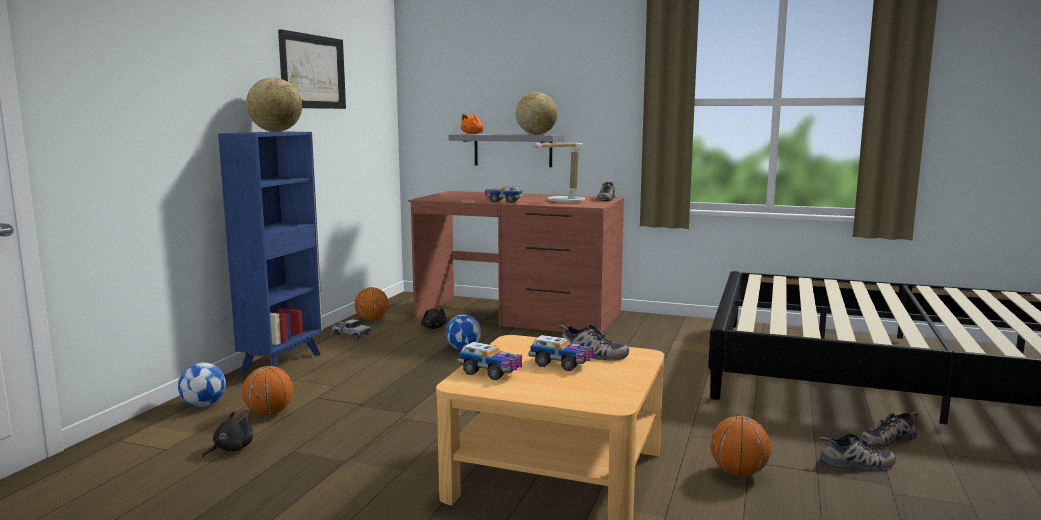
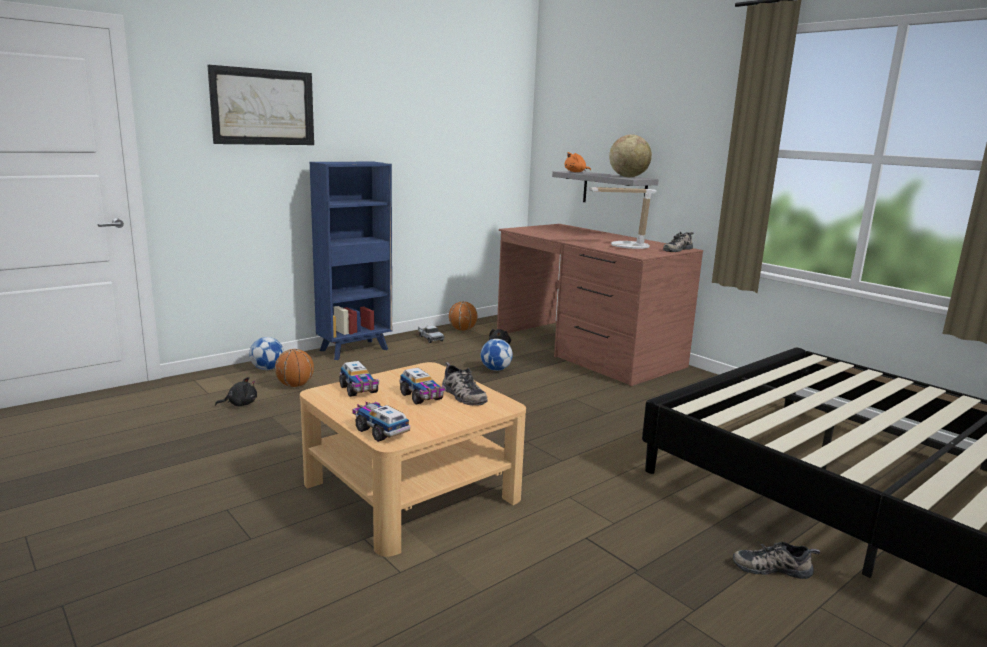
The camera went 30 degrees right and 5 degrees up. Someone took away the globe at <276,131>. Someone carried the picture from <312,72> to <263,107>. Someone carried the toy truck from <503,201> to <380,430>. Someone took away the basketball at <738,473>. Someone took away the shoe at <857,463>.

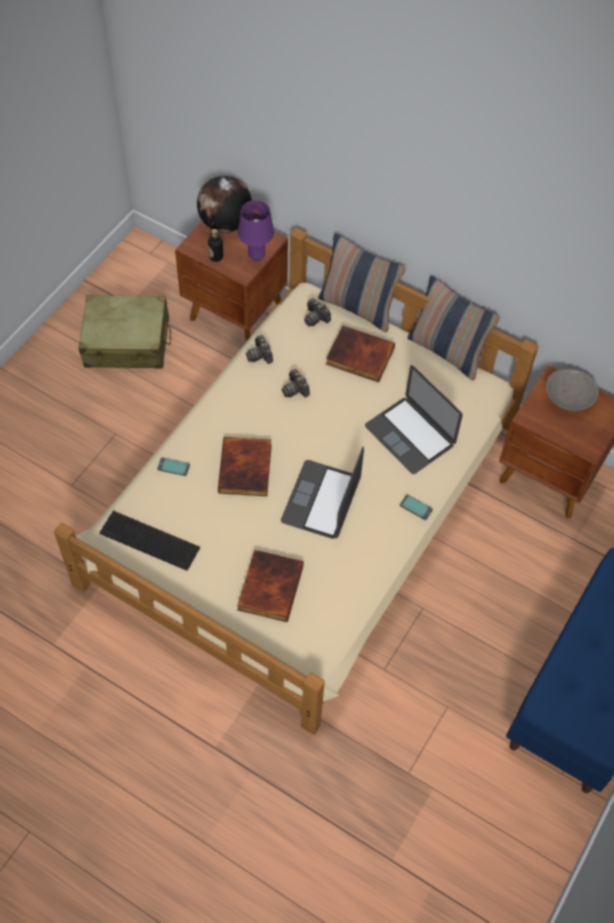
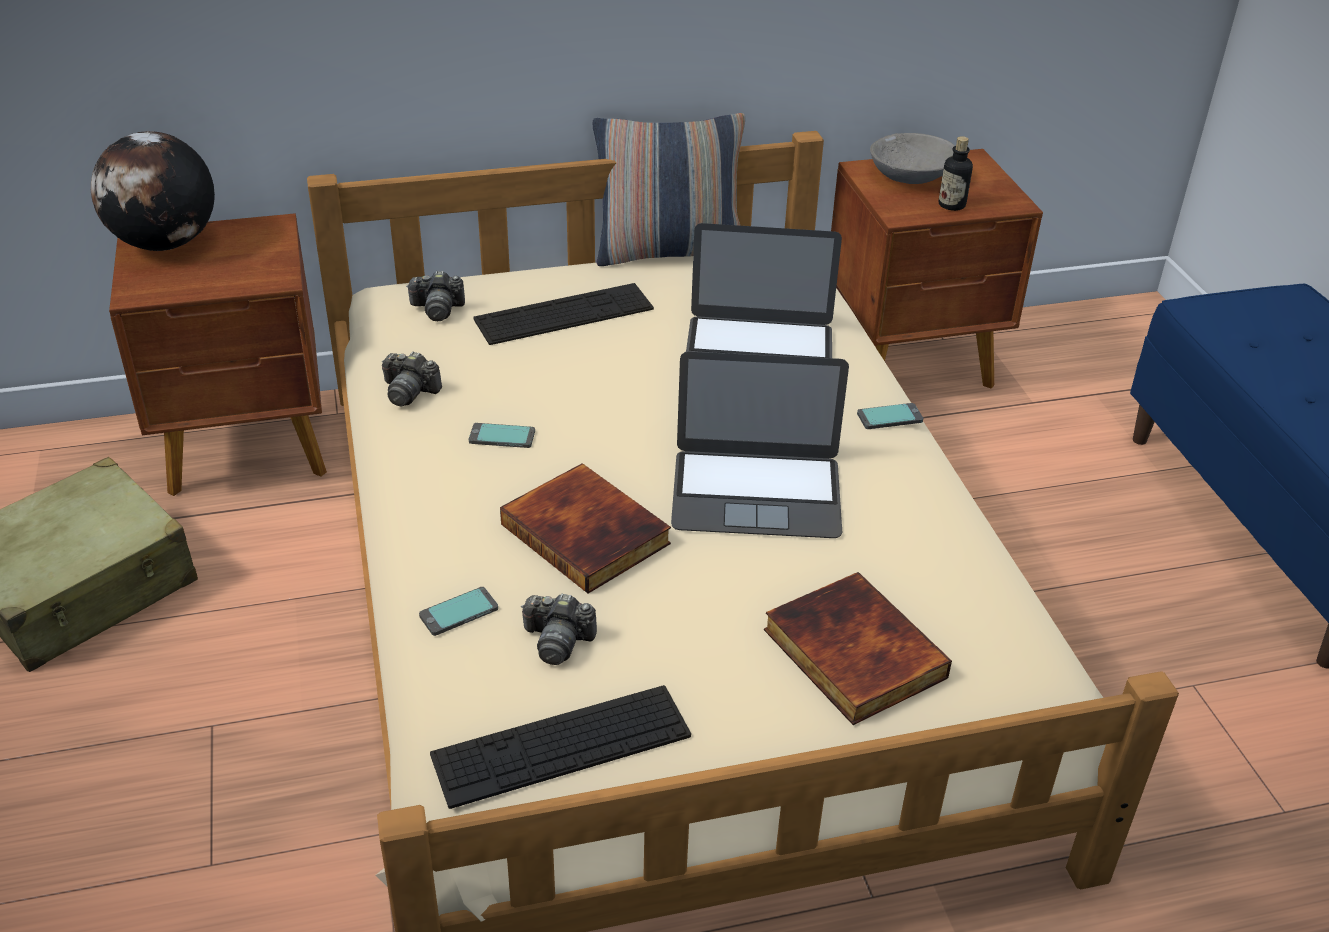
The camera went 45 degrees left and 20 degrees down. Someone carried the bottle from <216,256> to <951,205>. Someone took away the purple table lamp at <257,255>. Someone rotated the laptop at <321,500> by 60 degrees counterclockwise. Someone carried the photo camera from <295,389> to <558,641>. Someone took away the pillow at <358,307>. Someone swapped the book at <359,357> for the keyboard at <564,314>. Someone put down the phone at <502,437>.

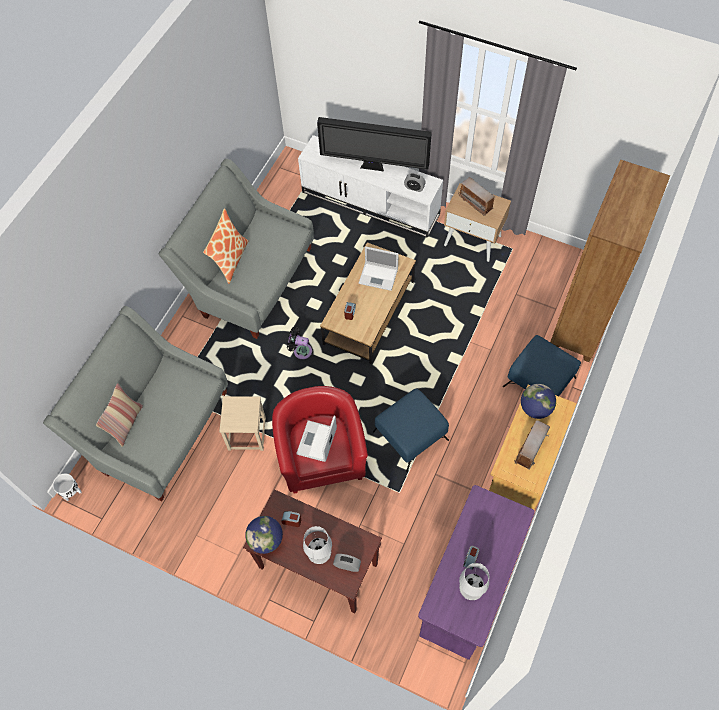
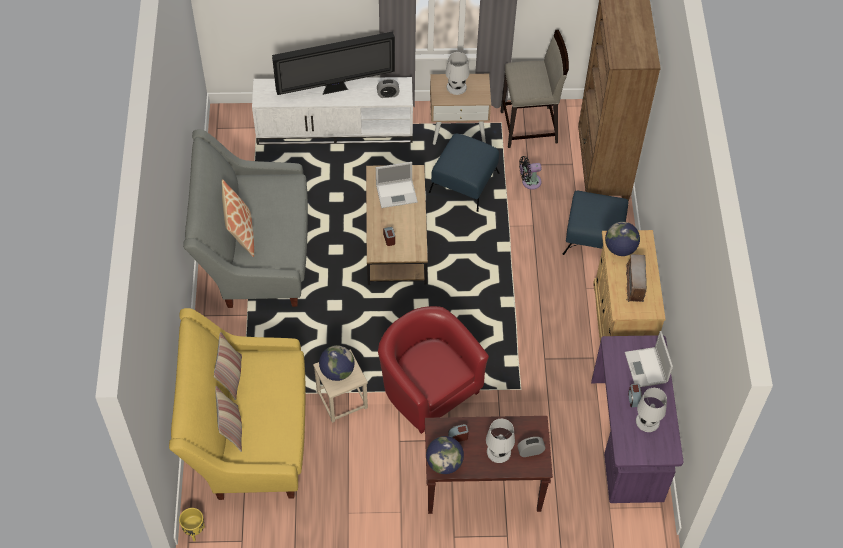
The camera went 30 degrees left and 5 degrees down. Someone repainted the grey sofa at <159,429>, which became the yellow sofa at <248,433>. Someone repainted the white planter at <72,492>, which became the yellow planter at <194,531>. Someone carried the black fan from <300,351> to <529,182>. Someone carried the laptop from <316,442> to <646,368>. Someone carried the blue ottoman from <410,436> to <463,183>. Someone swapped the radio at <476,202> for the white table lamp at <456,87>. Someone put down the pillow at <231,377>. Someone put down the globe at <337,371>. Someone put down the beige stool at <529,127>.

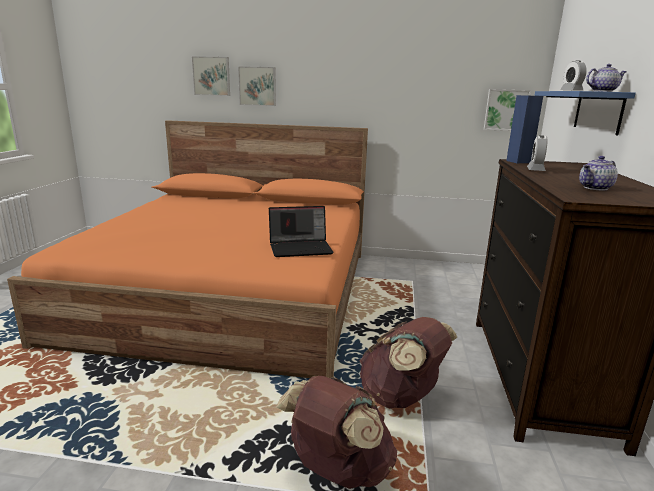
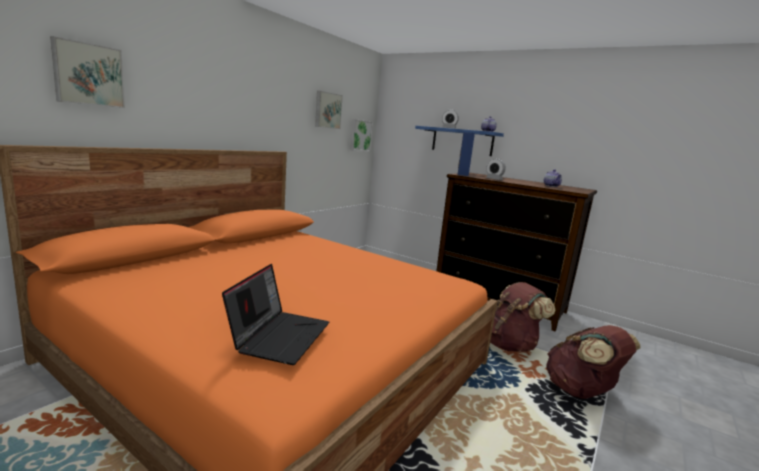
The camera went 65 degrees left and 5 degrees down. Someone carried the picture from <257,86> to <327,110>. Someone carried the laptop from <301,248> to <279,335>.

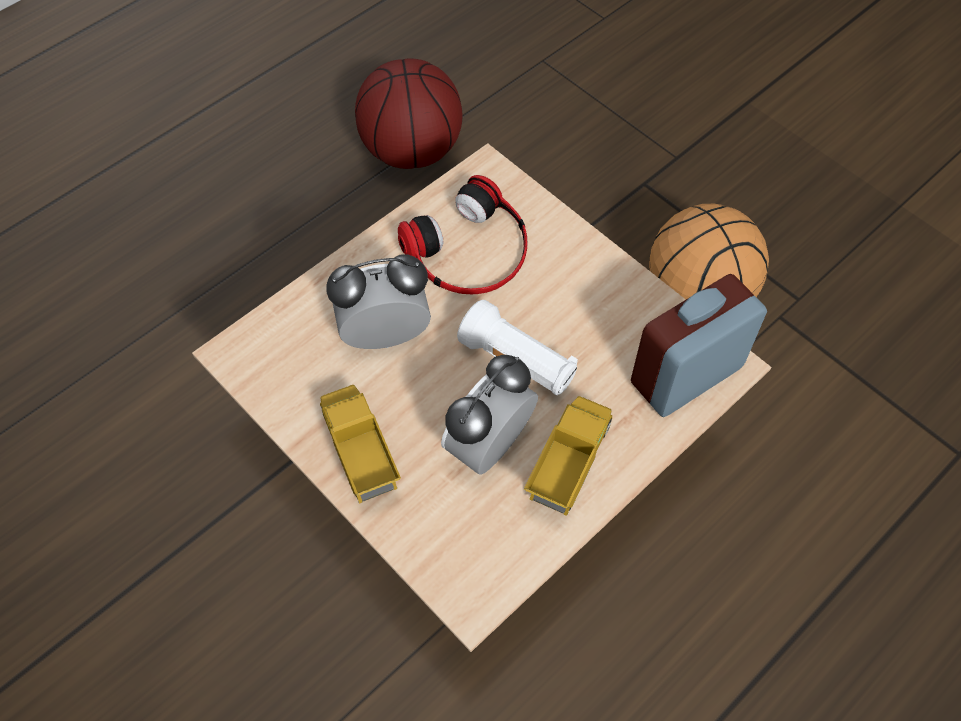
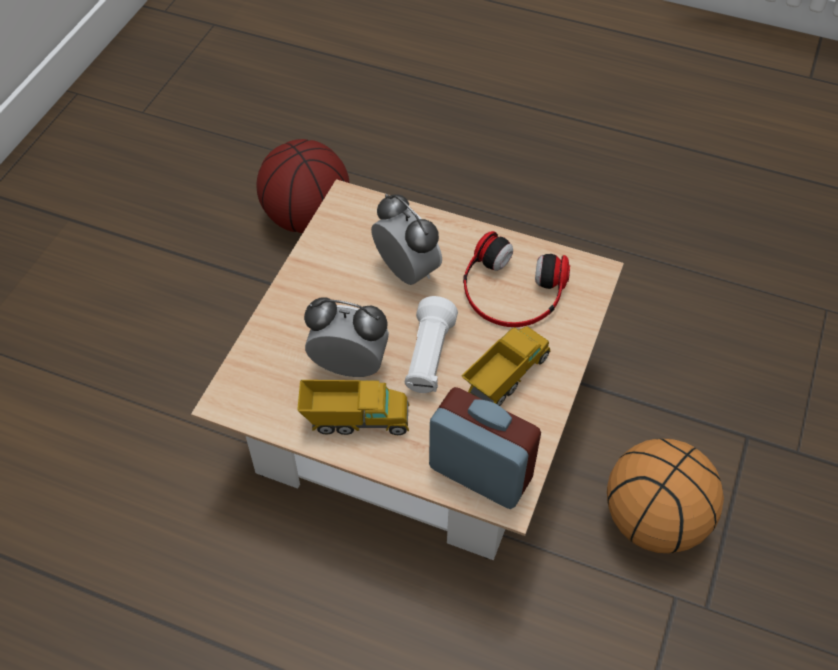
The camera went 65 degrees right and 5 degrees down. Someone carried the toy truck from <361,456> to <506,379>. Someone carried the basketball from <411,150> to <307,216>.

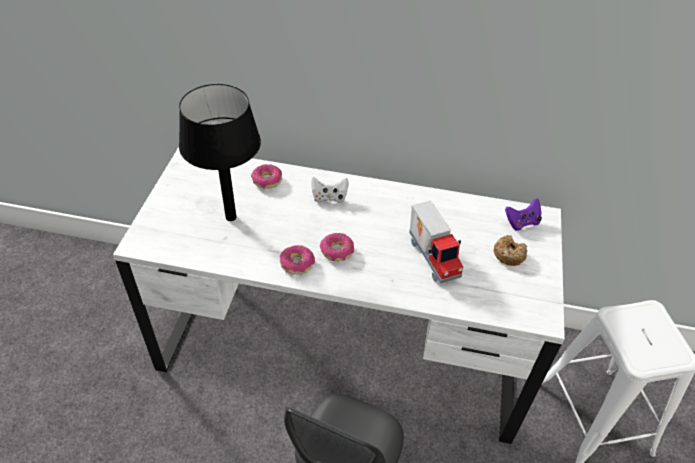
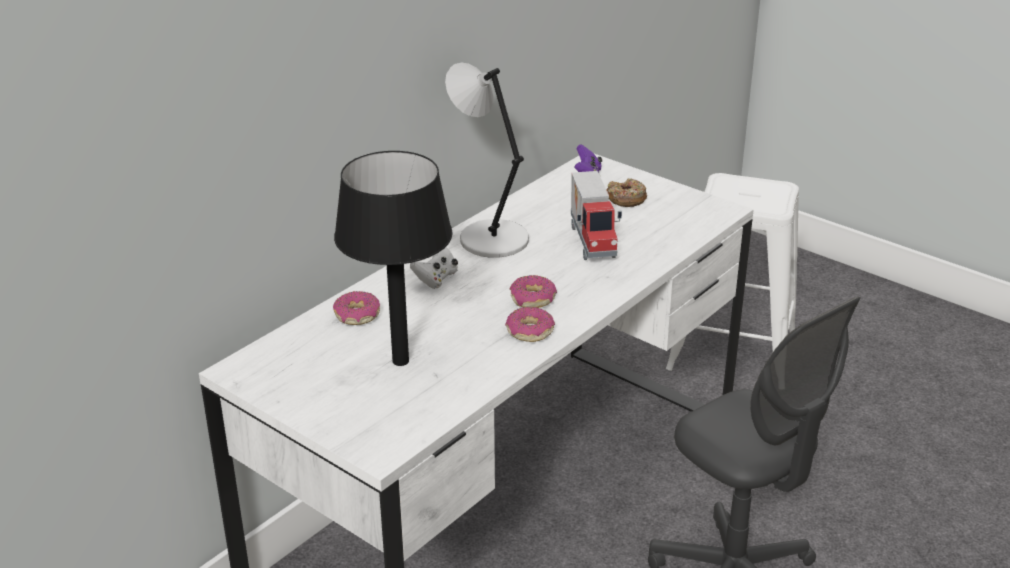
The camera went 60 degrees left and 15 degrees down. Someone rotated the toy truck at <434,257> by 75 degrees clockwise. Someone put down the grey table lamp at <490,239>.

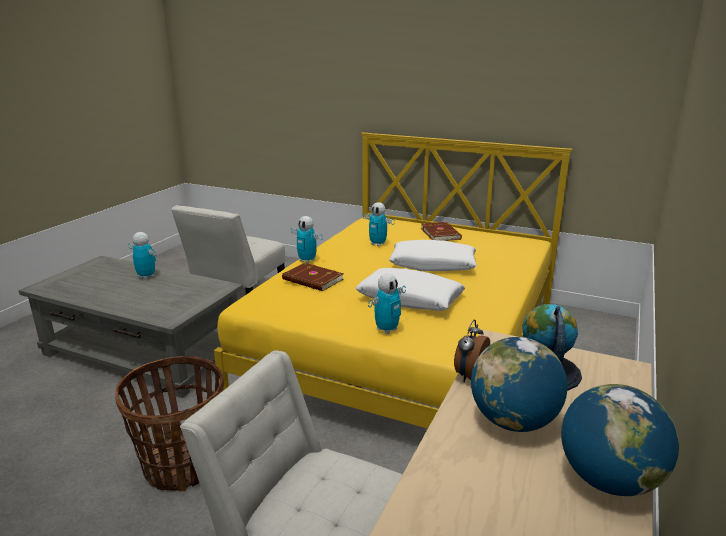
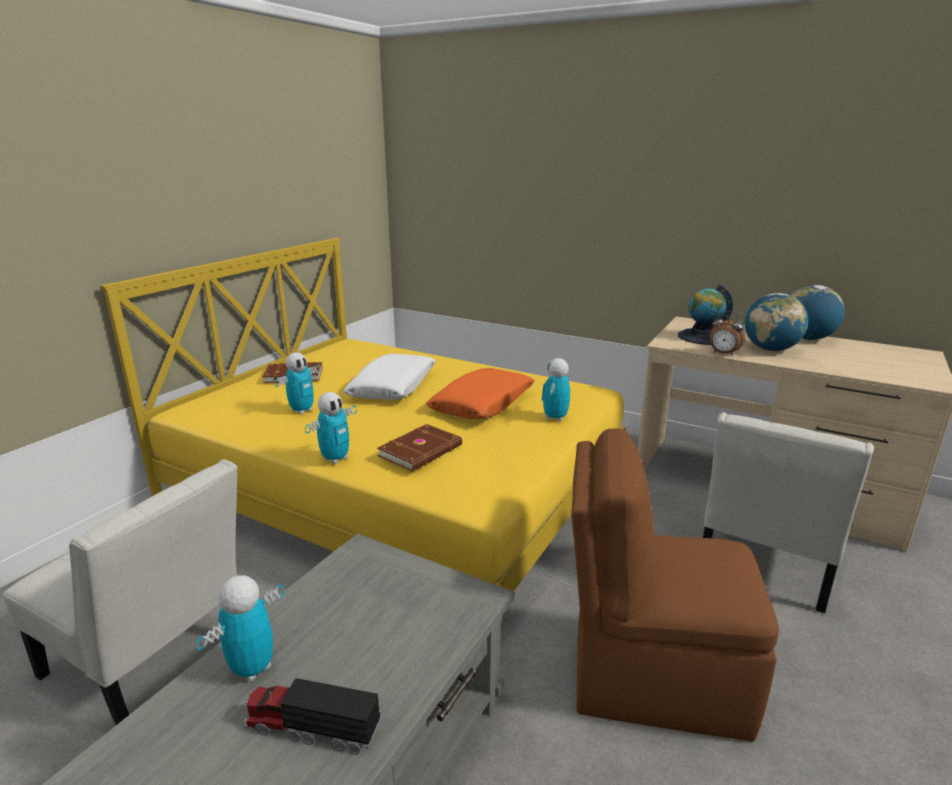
The camera went 85 degrees left and 0 degrees up. Someone swapped the basket at <183,465> for the brown chair at <652,674>. Someone repainted the white pillow at <410,299>, which became the orange pillow at <482,404>. Someone rotated the toy robot at <387,329> by 120 degrees counterclockwise. Someone put down the toy truck at <312,728>.

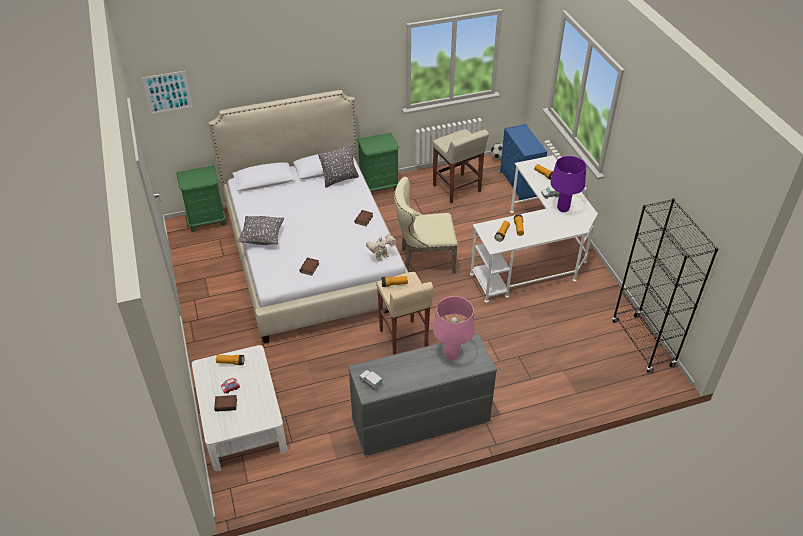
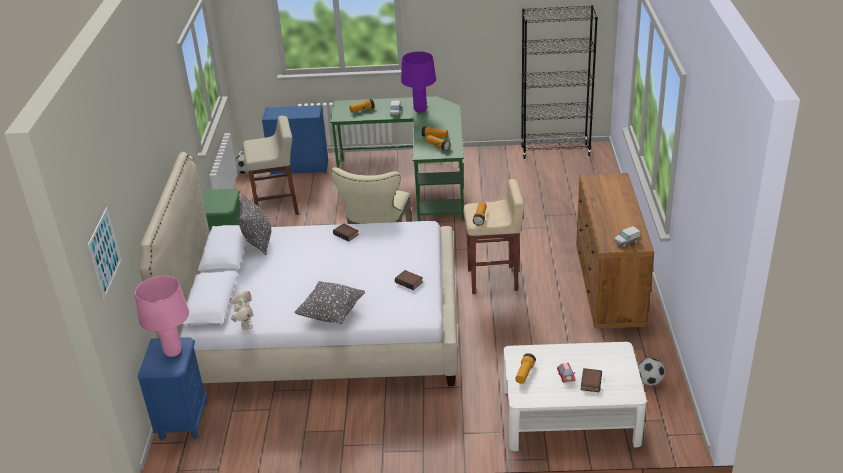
The camera went 70 degrees left and 10 degrees down. Someone repainted the green nightstand at <207,221>, which became the blue nightstand at <183,420>. Someone repainted the grey dresser at <419,421>, which became the brown dresser at <609,287>. Someone carried the toy robot from <381,256> to <245,325>. Someone carried the pink table lamp from <451,355> to <173,352>. Someone repainted the white desk at <534,255>, which became the green desk at <414,180>. Someone put down the football at <649,381>.

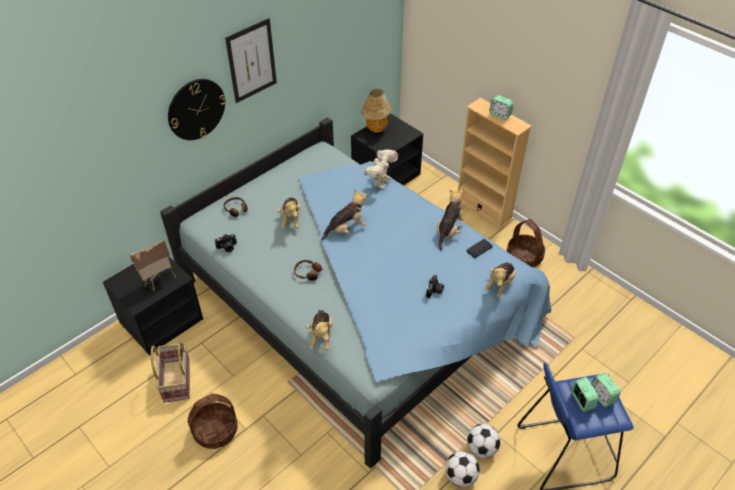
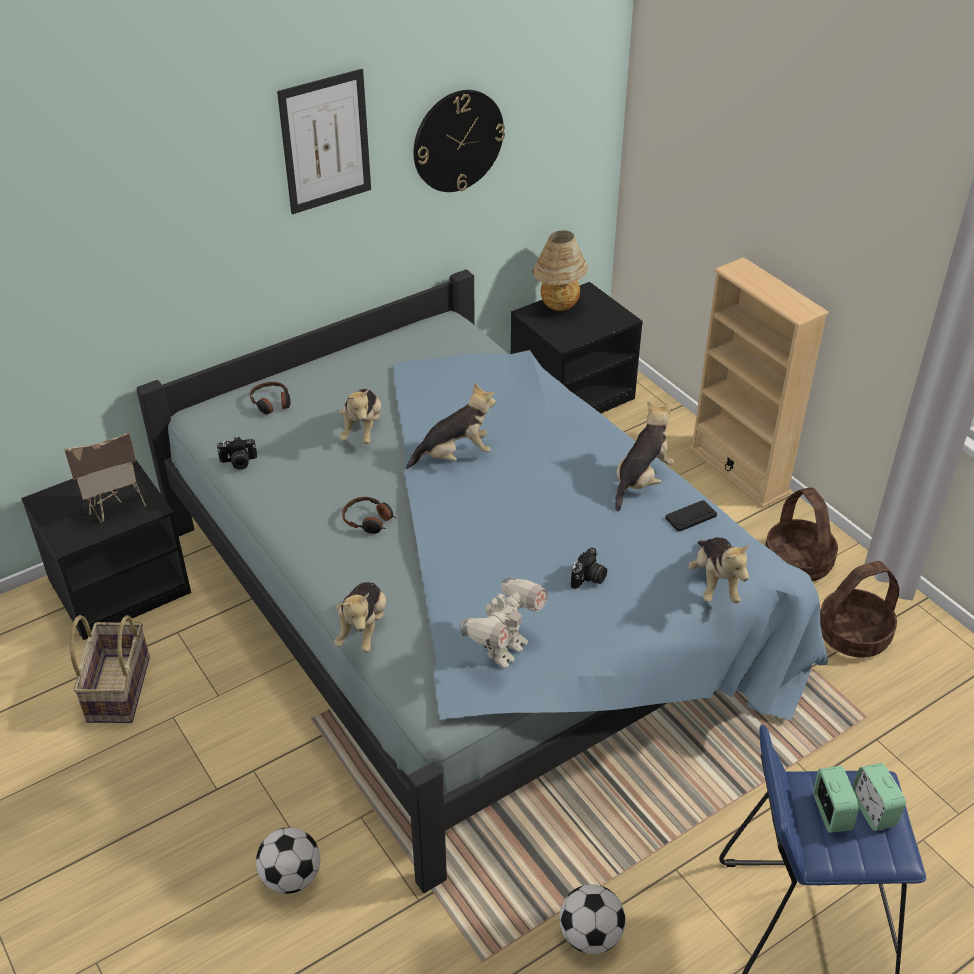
The camera went 10 degrees right and 5 degrees down. Someone carried the wall clock from <196,109> to <458,141>. Someone carried the basket from <215,431> to <853,635>. Someone carried the toy robot from <380,182> to <504,649>. Someone carried the football from <481,448> to <291,877>. Someone rotated the plush toy at <500,284> by 45 degrees counterclockwise. Someone took away the alarm clock at <500,115>.

